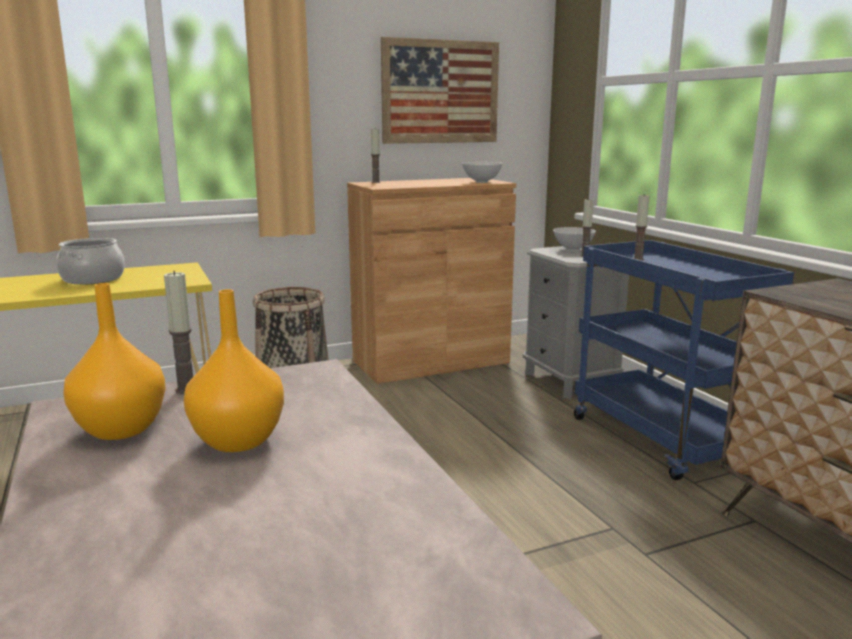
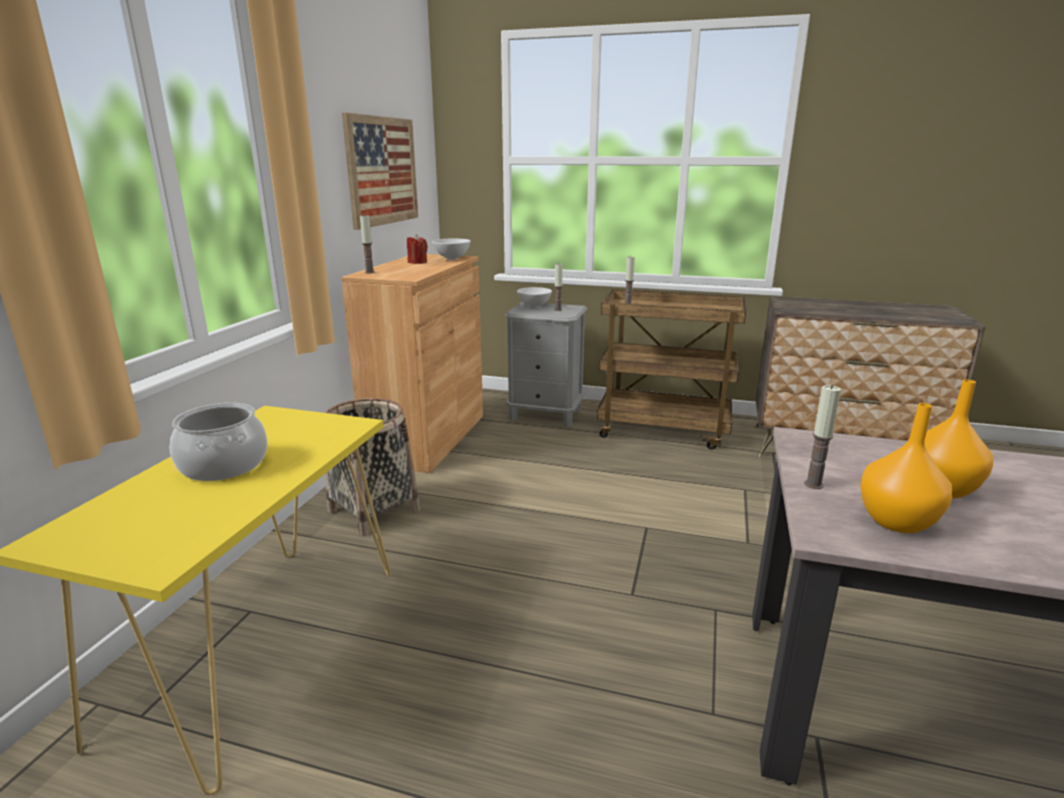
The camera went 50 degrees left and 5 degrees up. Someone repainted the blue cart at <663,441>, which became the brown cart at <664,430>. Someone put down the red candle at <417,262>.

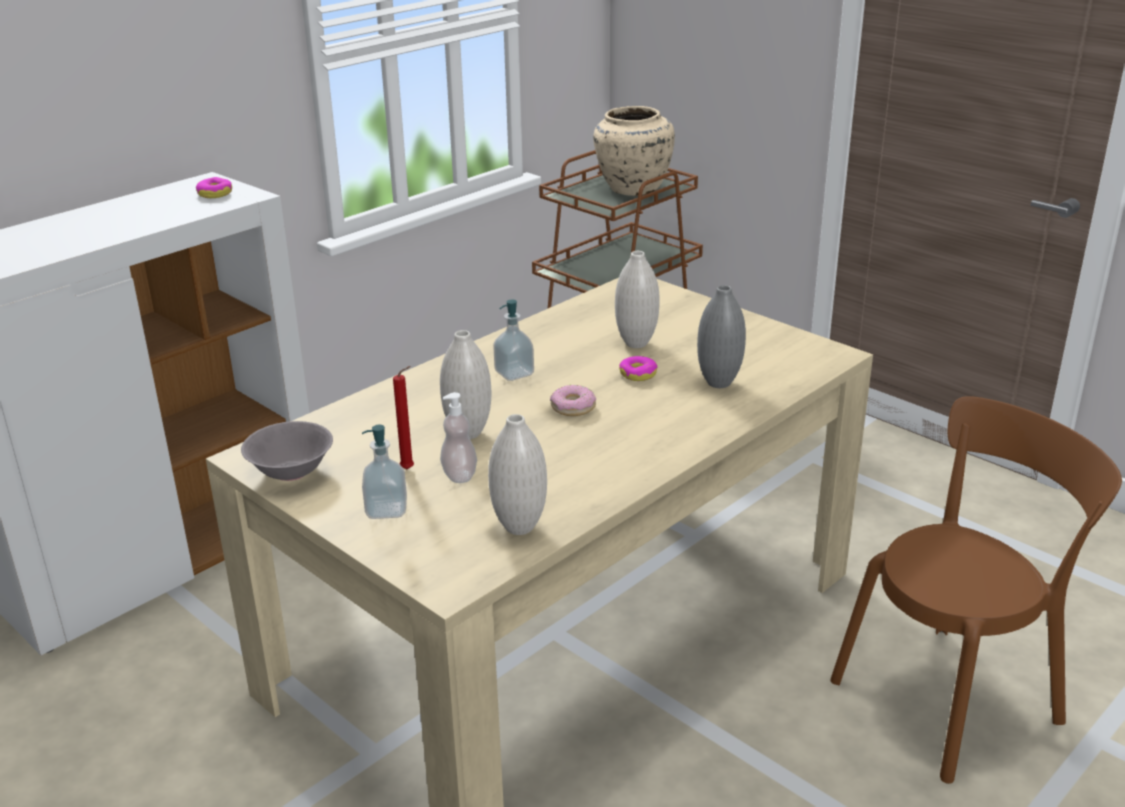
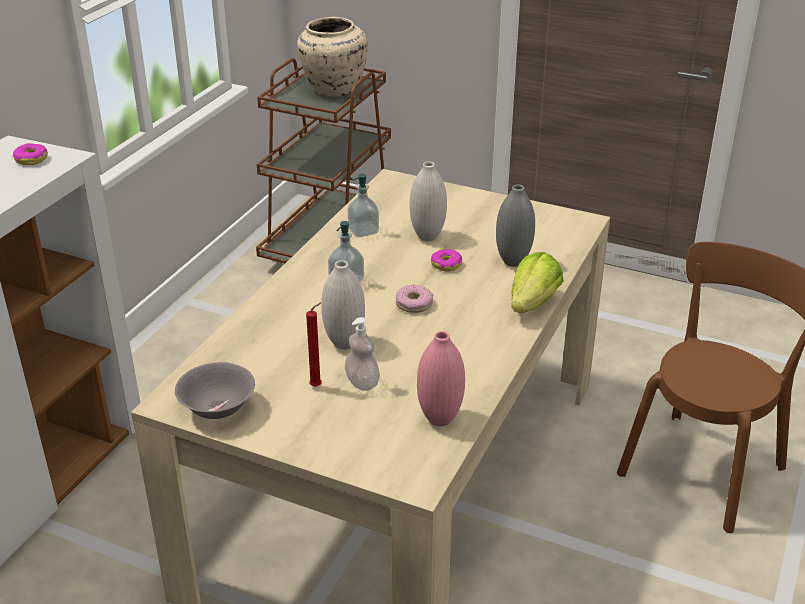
The camera went 20 degrees left and 5 degrees up. Someone carried the soap dispenser from <386,509> to <363,231>. Someone repainted the white vase at <519,527>, which became the pink vase at <440,419>. Someone put down the lettuce at <532,304>.

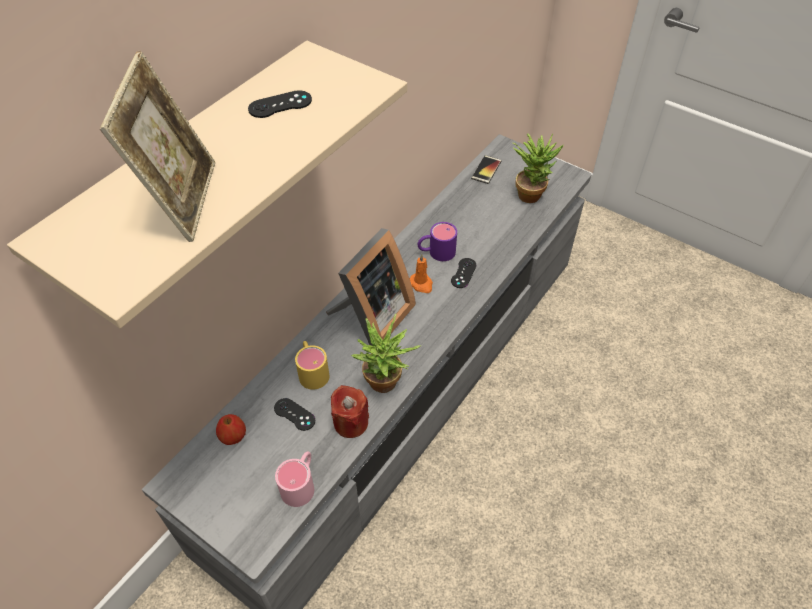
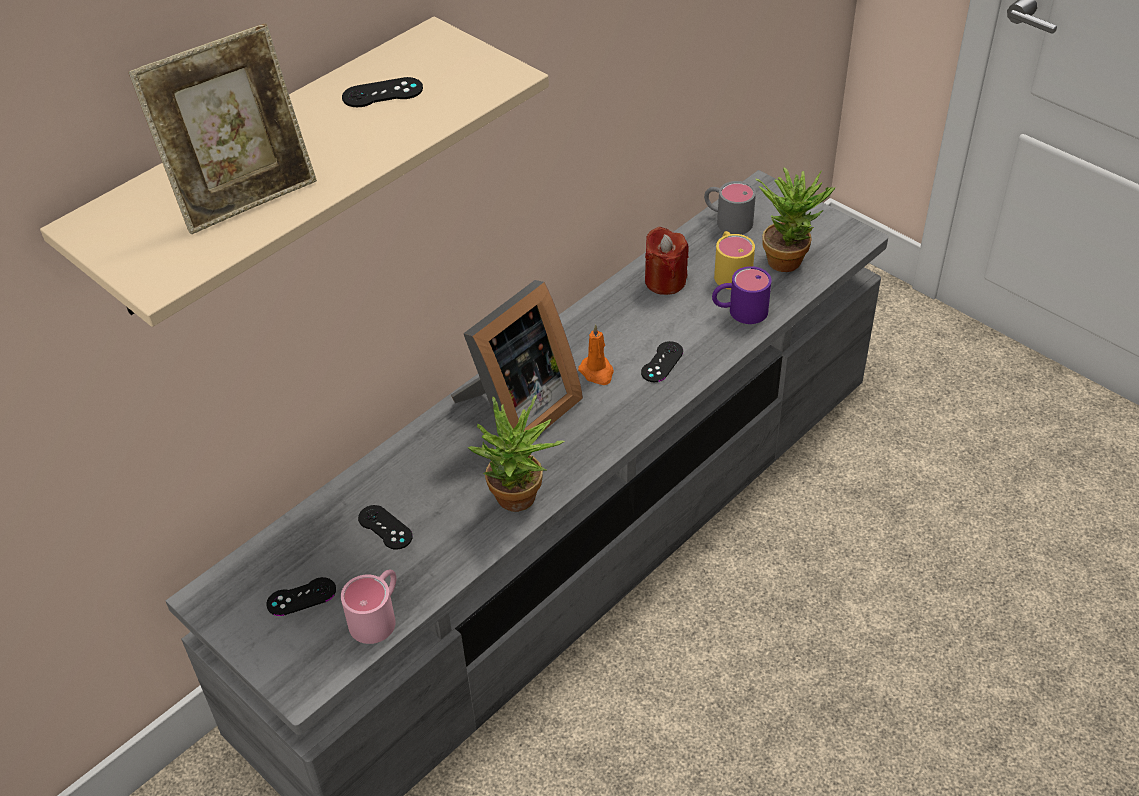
The camera went 10 degrees right and 5 degrees down. Someone rotated the picture frame at <182,200> by 45 degrees clockwise. Someone took away the apple at <233,437>. Someone carried the yellow mug from <312,370> to <730,271>. Someone carried the red candle from <351,422> to <665,281>. Someone carried the purple mug from <436,252> to <739,311>. Someone swapped the phone at <486,170> for the grey mug at <727,220>. Someone put down the black game controller at <301,597>.

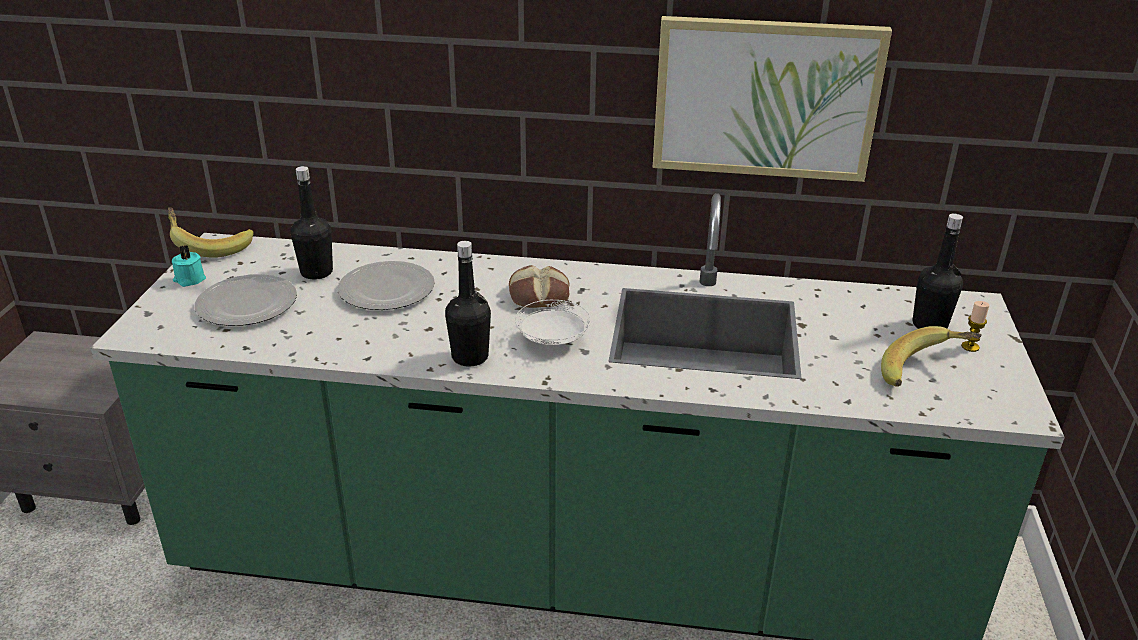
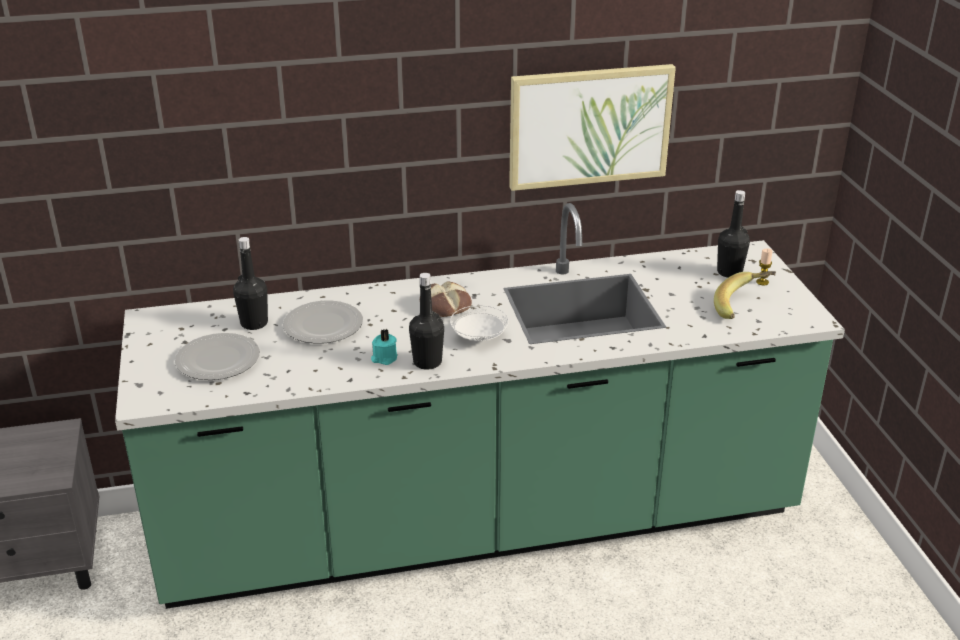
The camera went 20 degrees left and 0 degrees up. Someone took away the banana at <210,246>. Someone carried the turquoise candle from <189,279> to <384,358>.

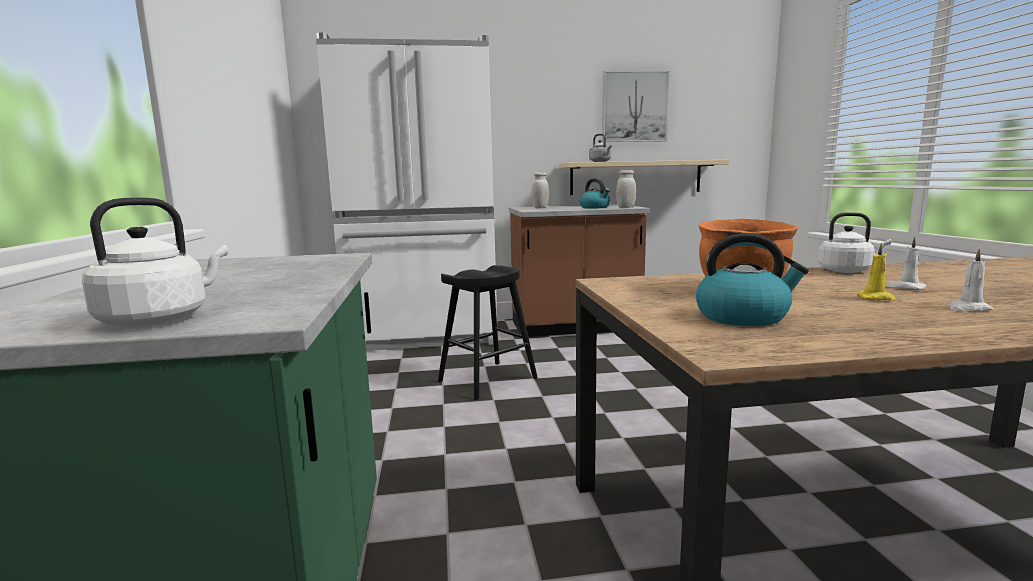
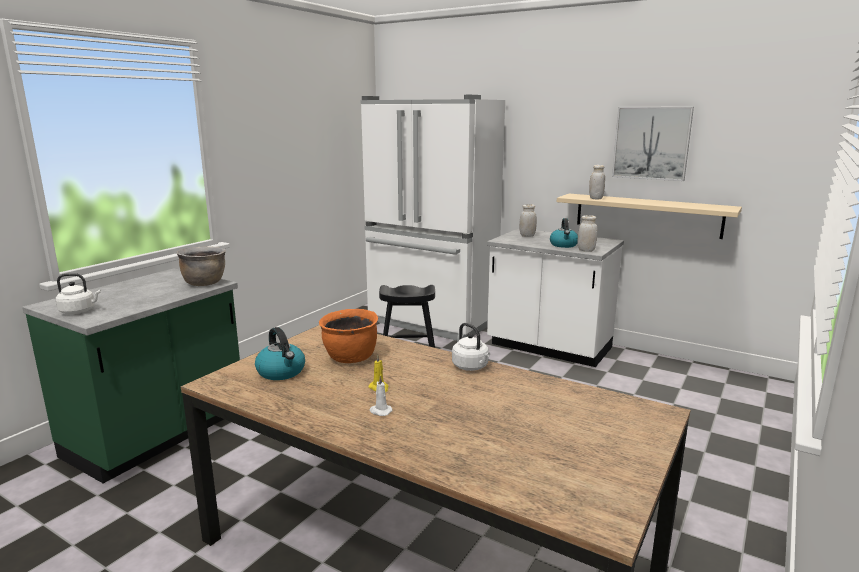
The camera went 40 degrees right and 5 degrees up. Someone repainted the brown counter at <575,327>, which became the white counter at <548,348>. Someone swapped the grey kettle at <600,161> for the white jar at <596,198>. Someone took away the white candle at <906,287>. Someone put down the brown cooking pot at <204,283>.

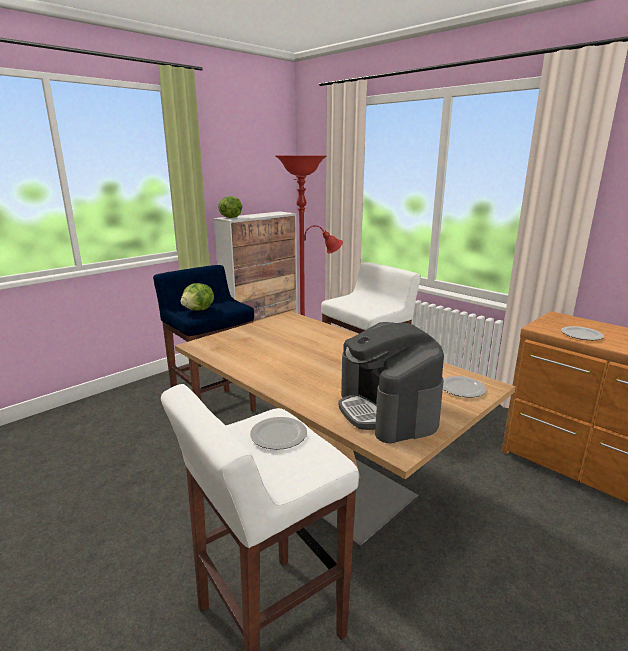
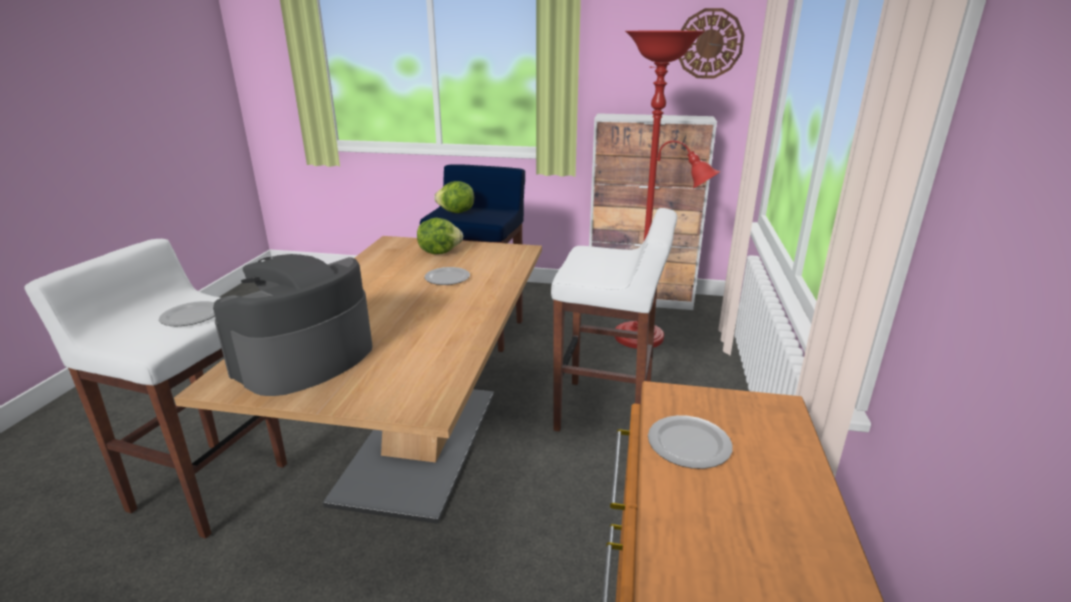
The camera went 55 degrees right and 5 degrees up. Someone carried the lettuce from <231,217> to <439,252>. Someone carried the plate from <462,388> to <448,278>. Someone put up the wall clock at <709,44>.

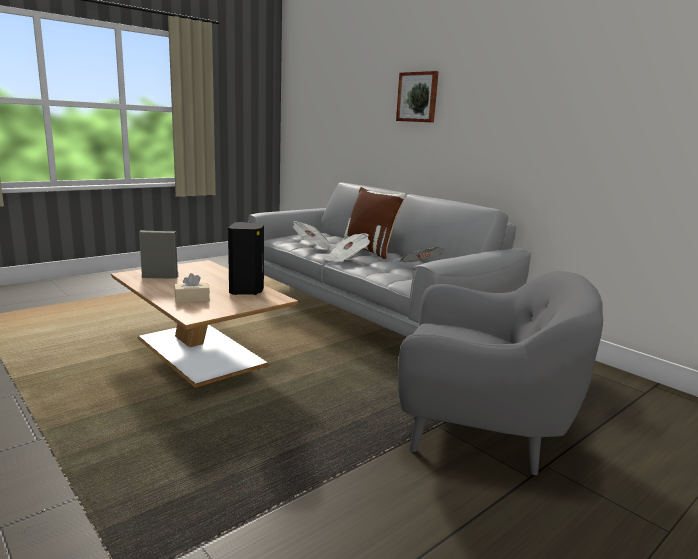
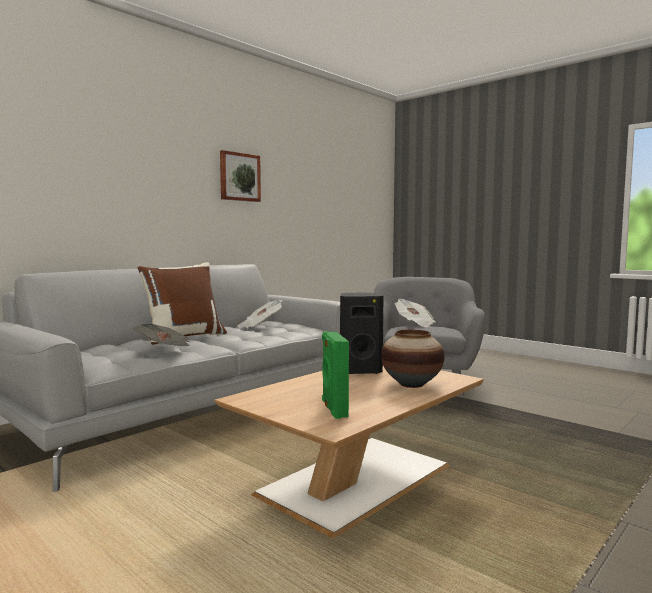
The camera went 95 degrees left and 10 degrees down. Someone repainted the grey speaker at <160,277>, which became the green speaker at <333,409>. Someone swapped the beige tissue box at <192,299> for the vase at <411,384>. Someone carried the newspaper from <346,259> to <415,324>. Someone carried the picture from <417,97> to <239,177>.

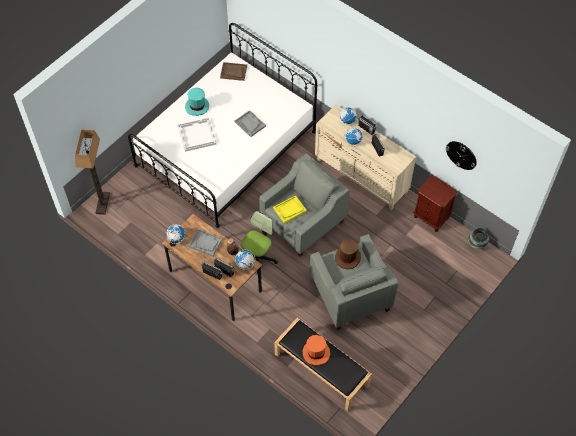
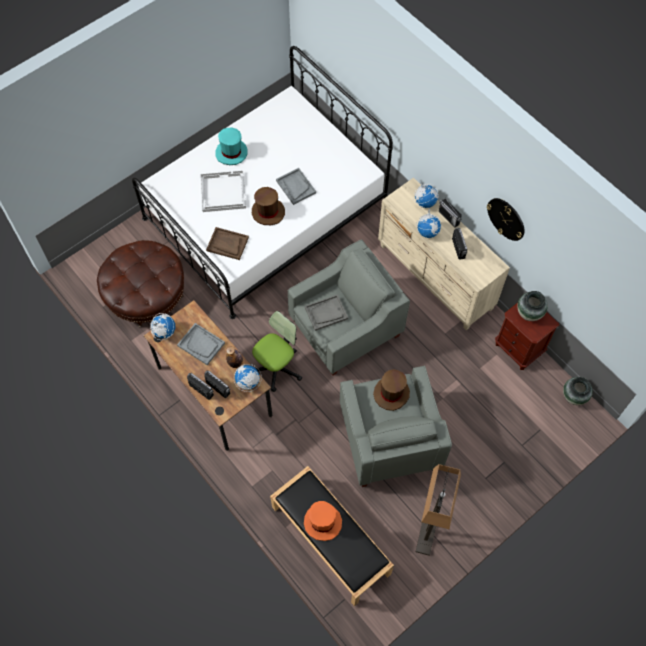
The camera went 10 degrees right and 5 degrees up. Someone carried the floor lamp from <102,203> to <426,535>. Someone carried the brown tray from <233,72> to <227,244>. Someone repainted the yellow tray at <289,210>, which became the grey tray at <326,313>. Someone carried the wall clock from <461,155> to <506,219>. Someone put down the brown ottoman at <146,294>. Someone put down the brown hat at <268,212>. Someone put down the vase at <528,313>.

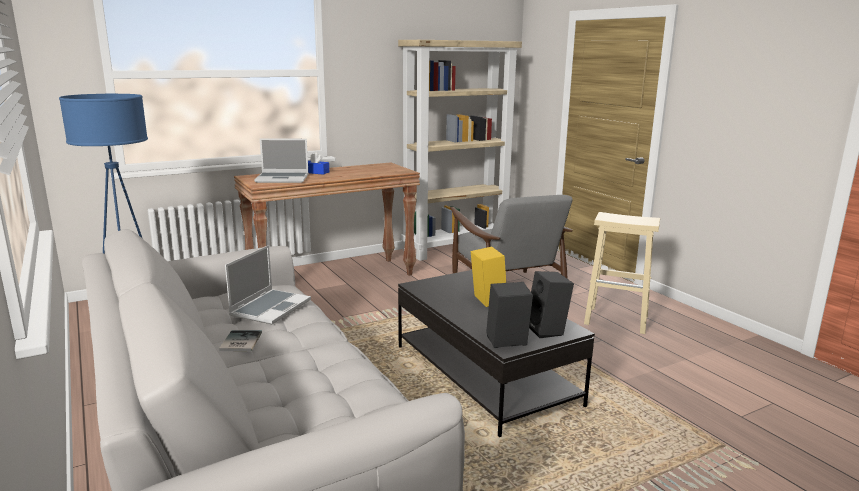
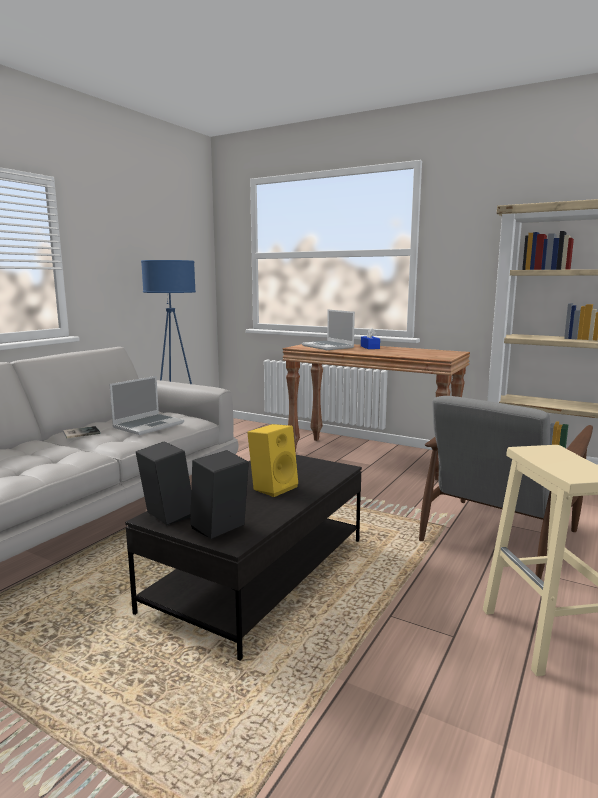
The camera went 60 degrees right and 5 degrees down. Someone rotated the laptop at <270,307> by 45 degrees counterclockwise.

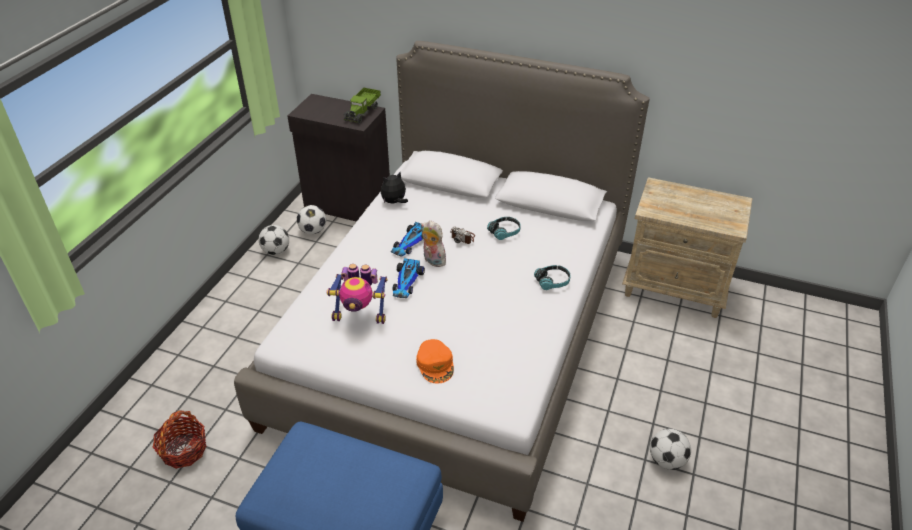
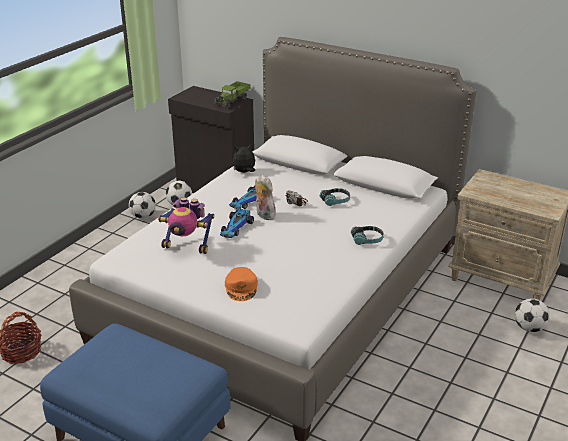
The camera went 10 degrees right and 10 degrees down. Someone carried the football from <666,460> to <529,328>.

